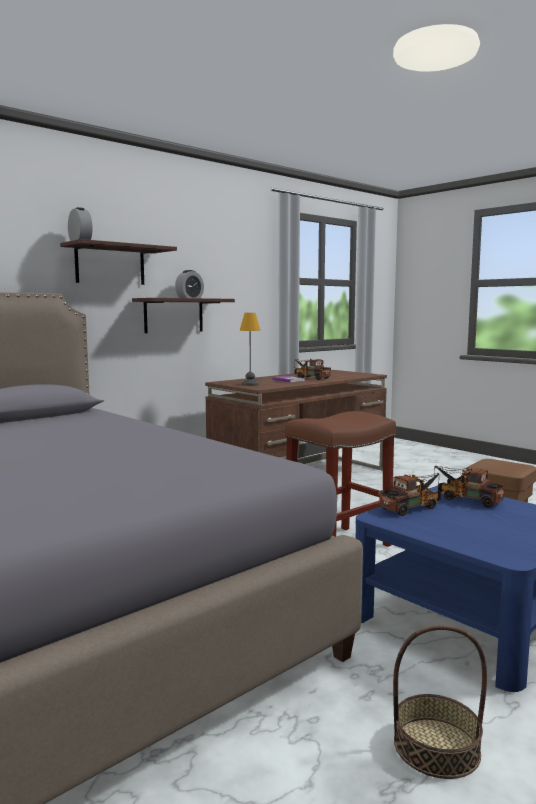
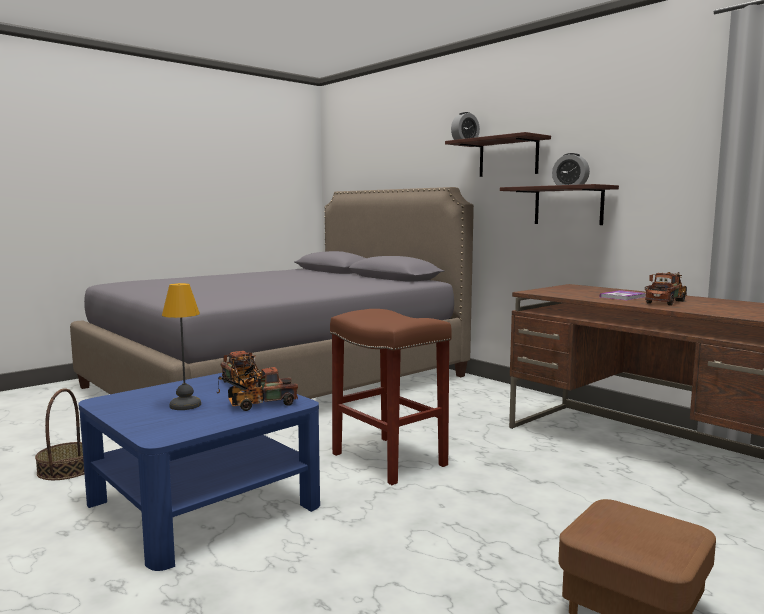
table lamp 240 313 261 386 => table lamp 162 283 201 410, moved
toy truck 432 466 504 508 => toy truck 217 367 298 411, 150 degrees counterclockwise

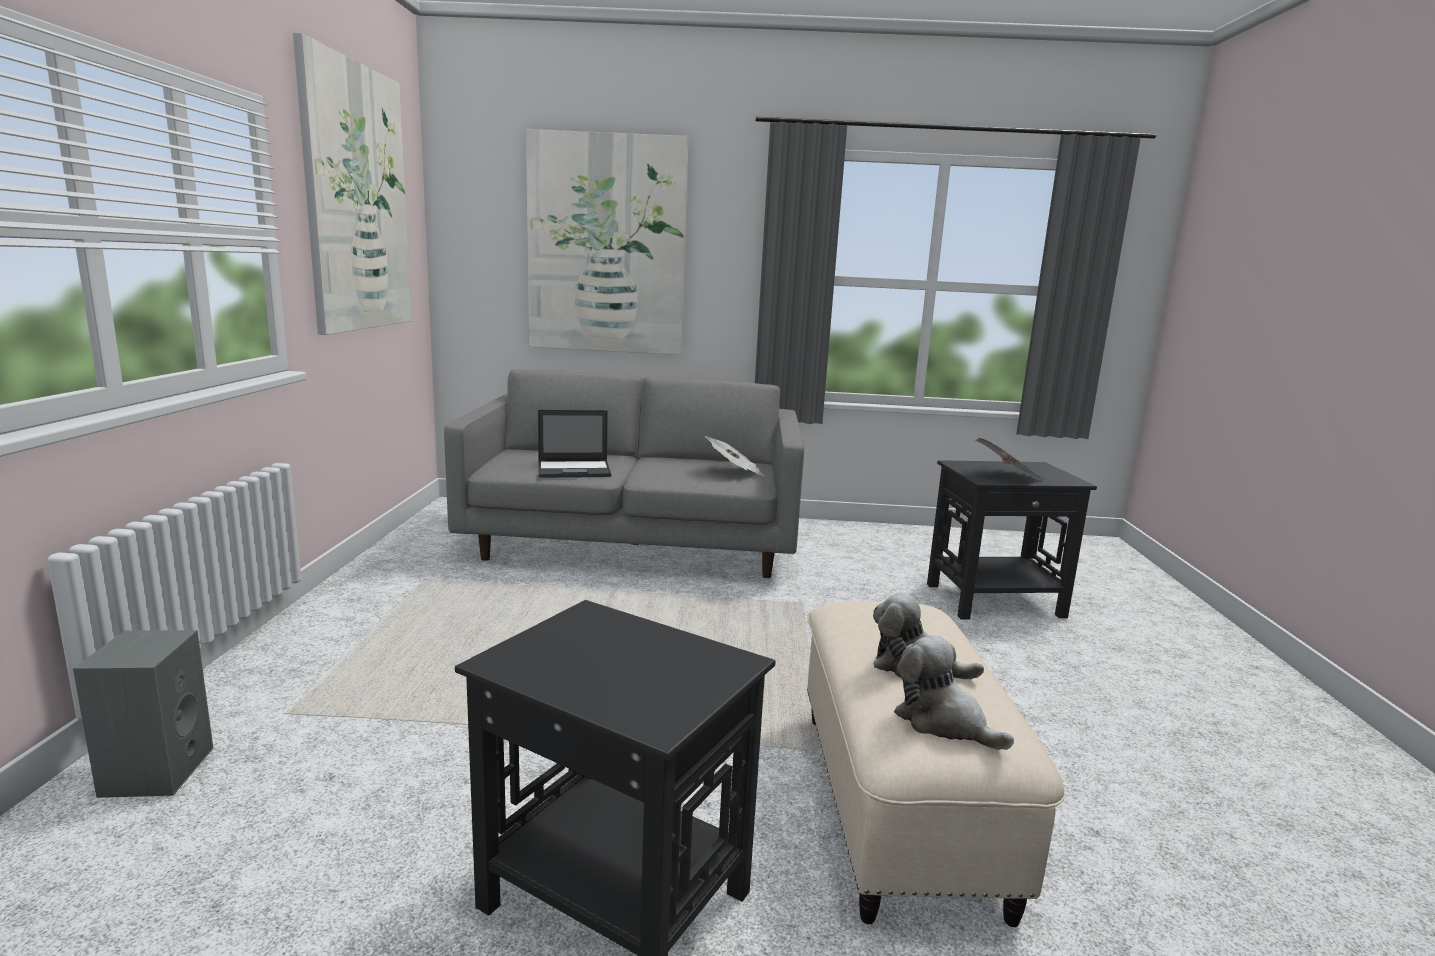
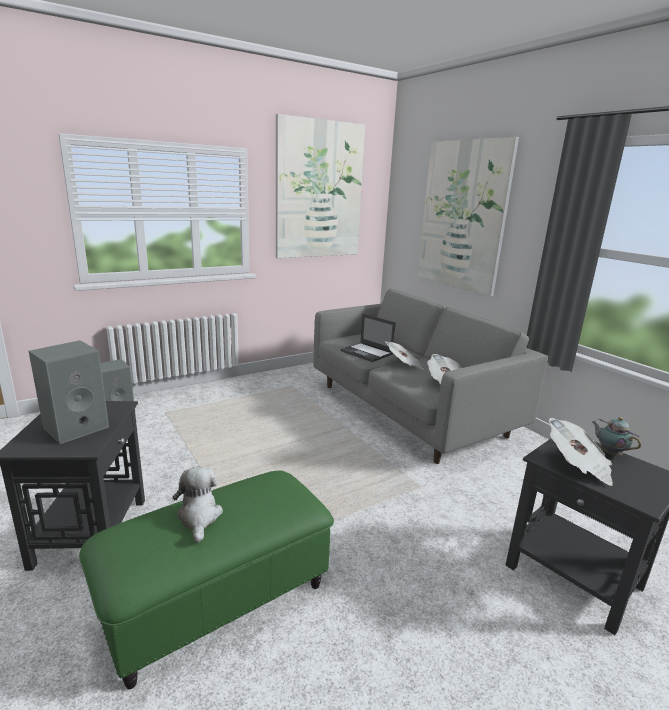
ottoman in beige 807 601 1065 927 => ottoman in green 79 471 334 689
plush toy 894 636 1014 750 => nothing
nothing => speaker in grey 29 340 109 444
nothing => newspaper 385 341 424 370
nothing => teapot 592 417 641 456

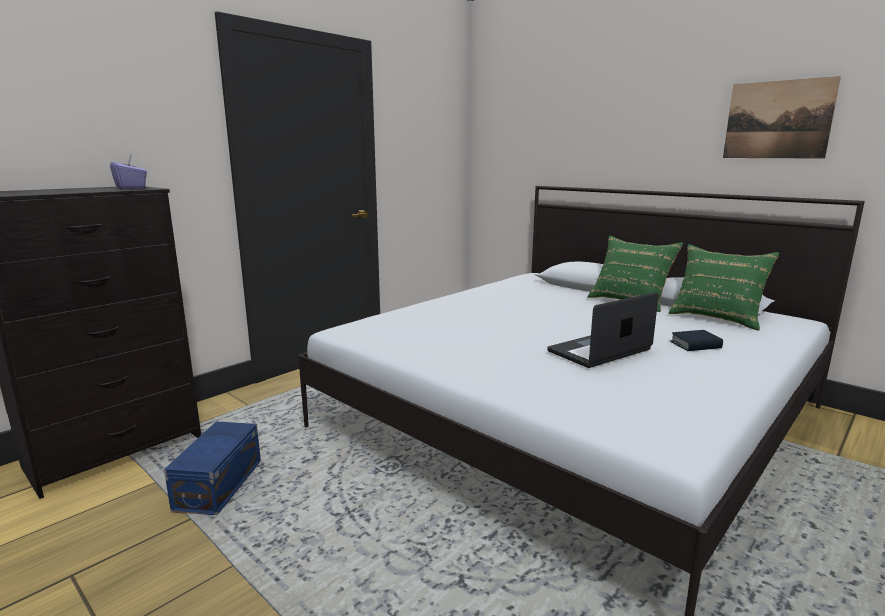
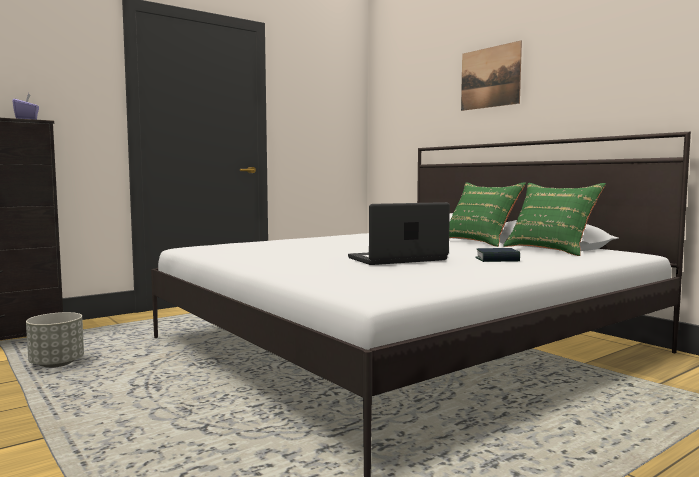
storage box in blue 164 422 261 515 => planter in grey 26 312 84 368
picture 723 76 841 159 => picture 461 40 522 111, moved

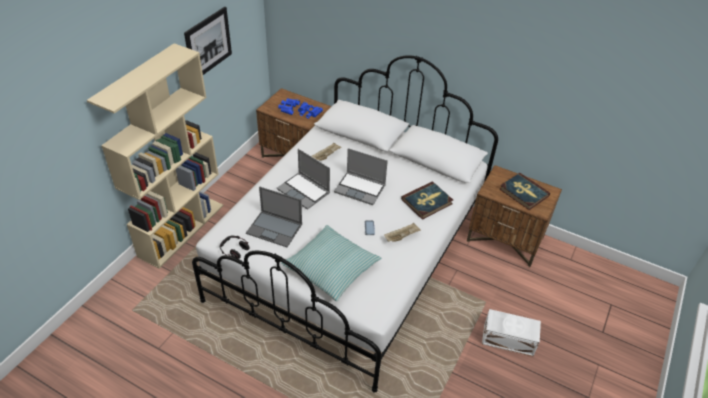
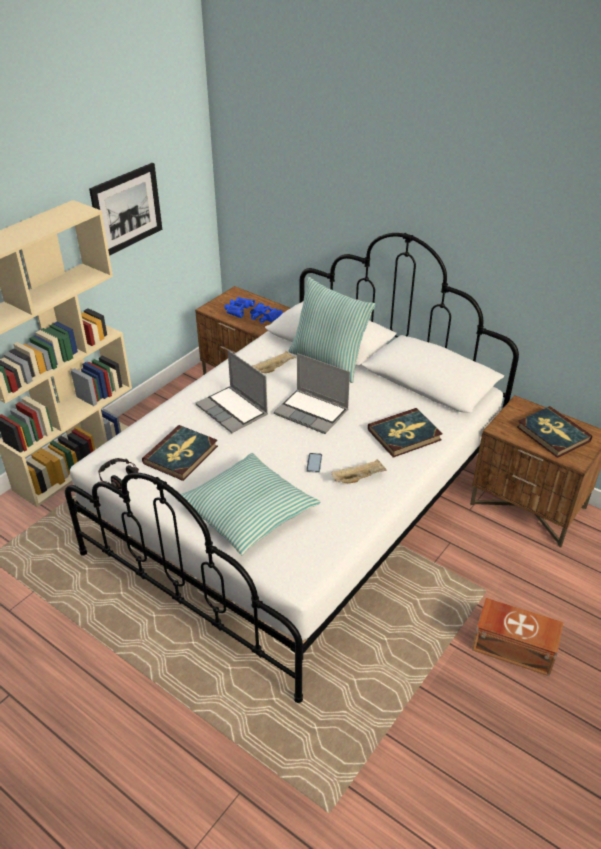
laptop 246 187 302 247 => book 142 425 218 481
storage box in white 482 309 541 356 => storage box in brown 472 598 564 676
nothing => pillow 288 277 376 383

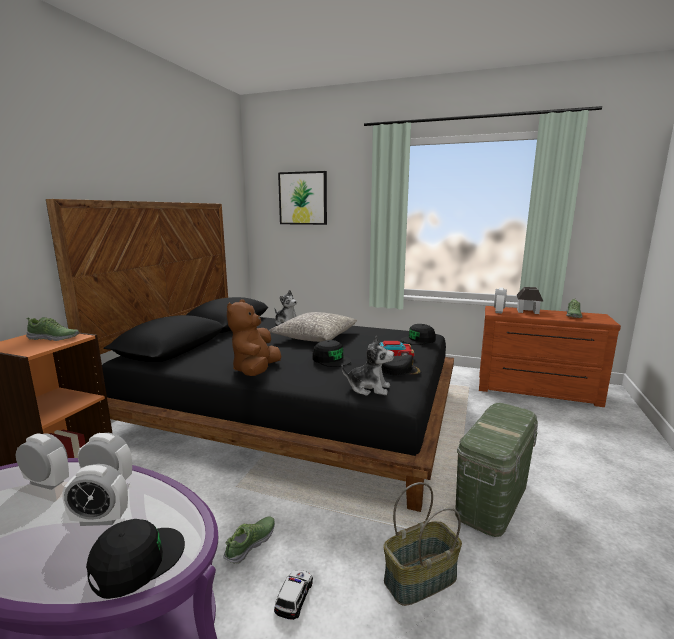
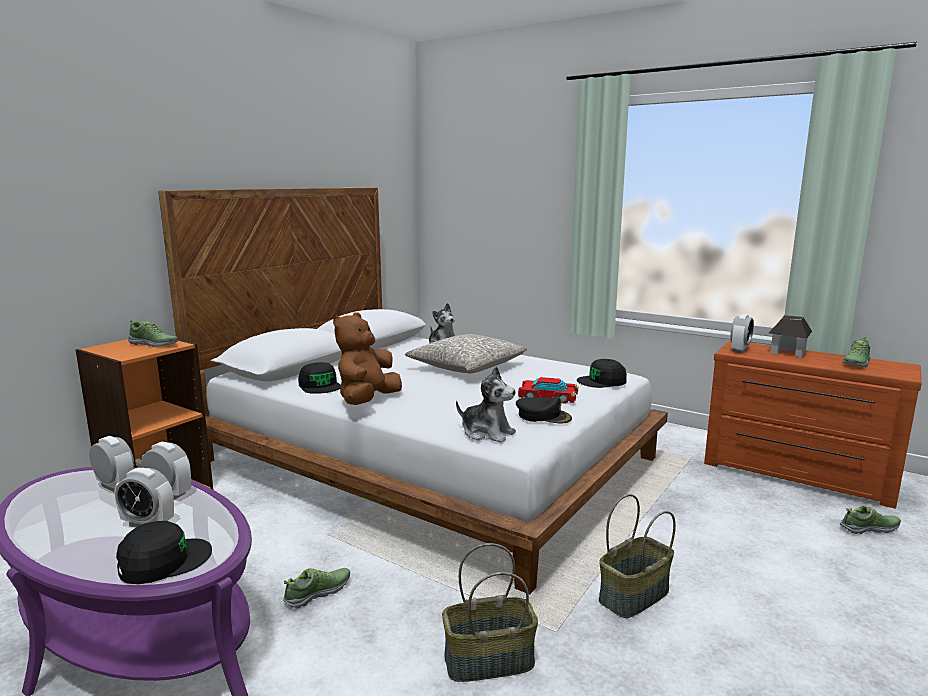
bed in black 46 199 454 512 => bed in white 158 187 668 594
toy car 274 570 313 620 => nothing
picture 278 171 327 225 => nothing
cap in black 312 340 351 367 => cap in black 298 362 341 394, moved
storage box in green 455 403 538 537 => basket 599 494 676 618
nothing => shoe 840 505 901 534

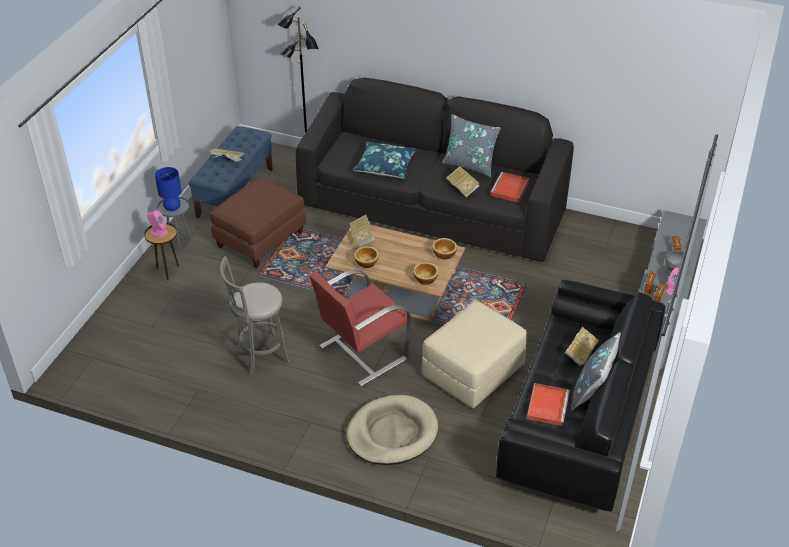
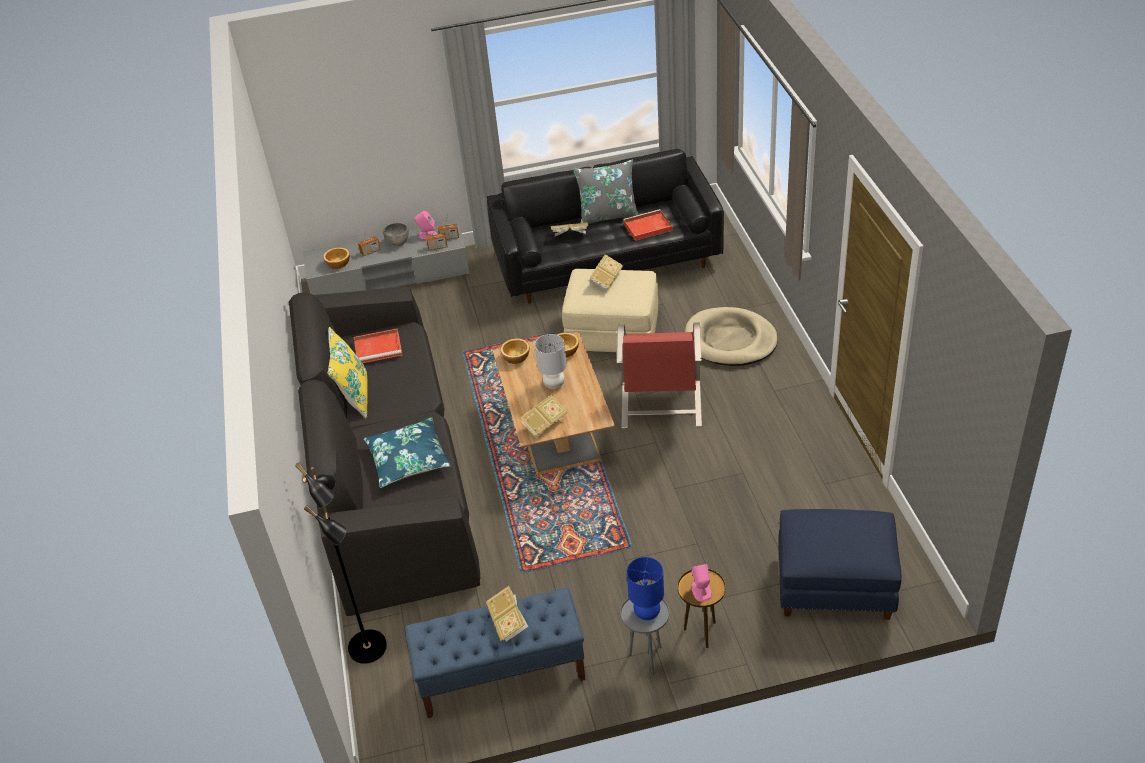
ottoman in brown 210 177 306 268 => nothing
stool in grey 220 256 290 375 => nothing
armchair in red 309 270 411 386 => armchair in red 617 322 702 429, 75 degrees clockwise
bowl 354 246 379 268 => bowl 323 247 350 269, moved
pillow in grey 442 114 501 177 => pillow in yellow 328 327 368 418
book 446 166 479 197 => book 589 254 623 291, moved
nothing => table lamp in grey 535 334 567 389
nothing => ottoman in blue 779 509 902 620

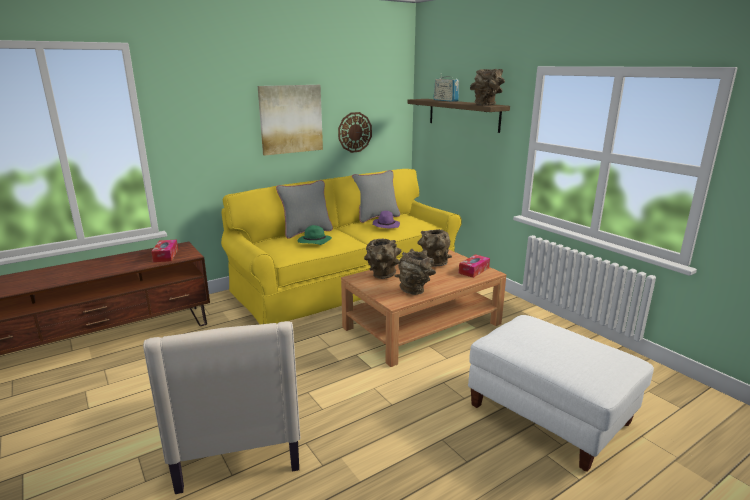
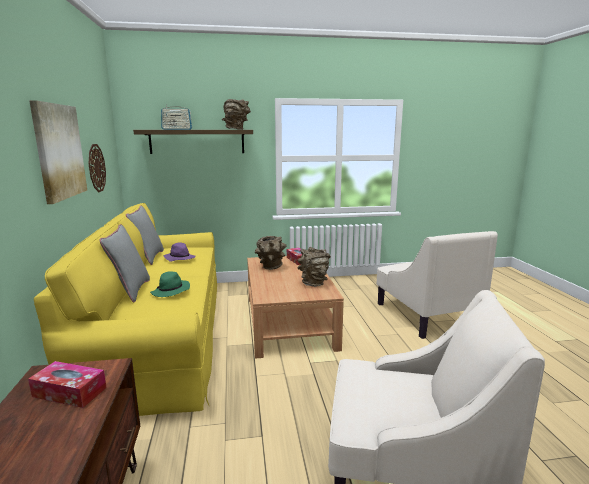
vase in brown 364 239 401 279 => nothing
ottoman in white 468 315 654 472 => armchair in beige 376 231 498 339

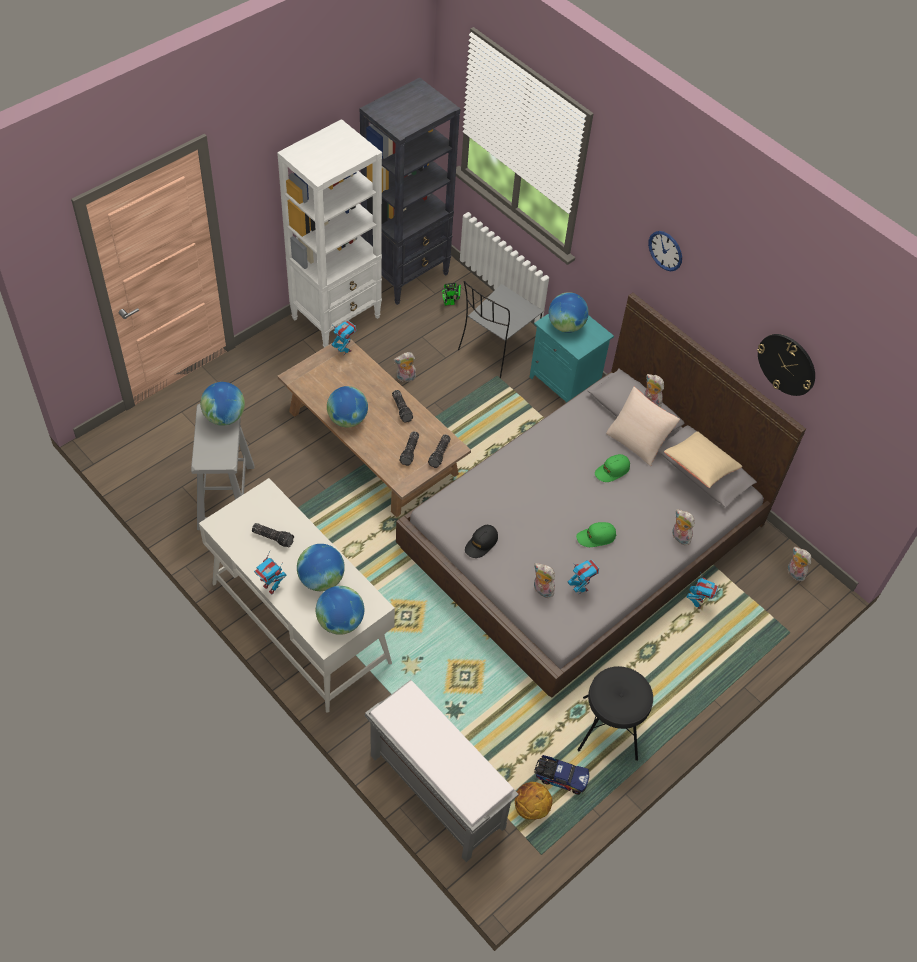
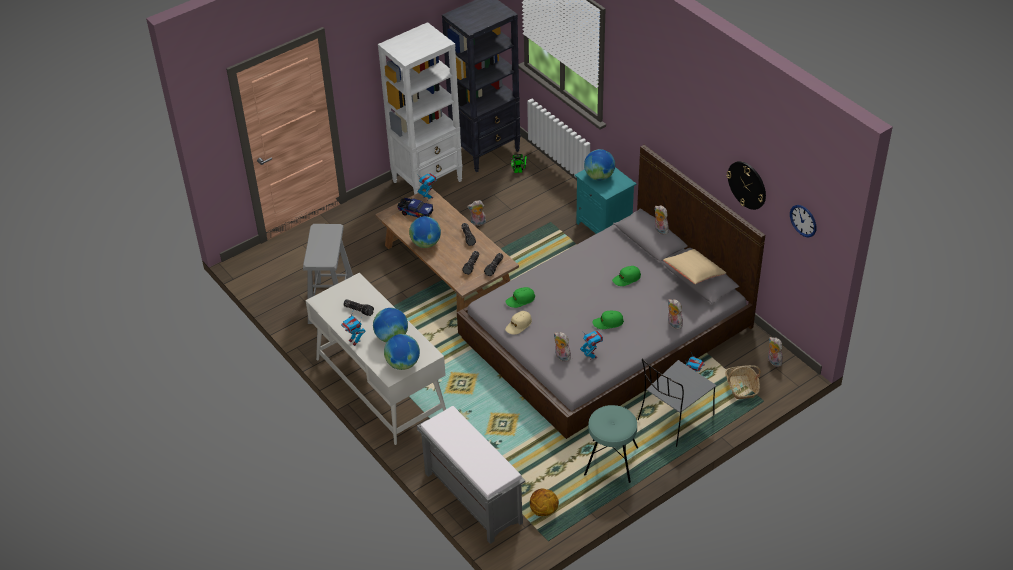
globe 200 382 245 426 => nothing
chair in grey 458 281 543 378 => chair in grey 638 359 716 447, moved
cap in black 465 525 498 558 => cap in beige 505 311 532 335
toy truck 534 755 589 795 => toy truck 398 198 433 218, moved
stool in black 577 666 653 761 => stool in turquoise 584 405 638 483
pillow in beige 606 387 680 466 => nothing
wall clock 648 231 682 271 => wall clock 790 205 816 237, moved
nothing => cap in green 505 287 535 308
nothing => basket 725 365 761 399

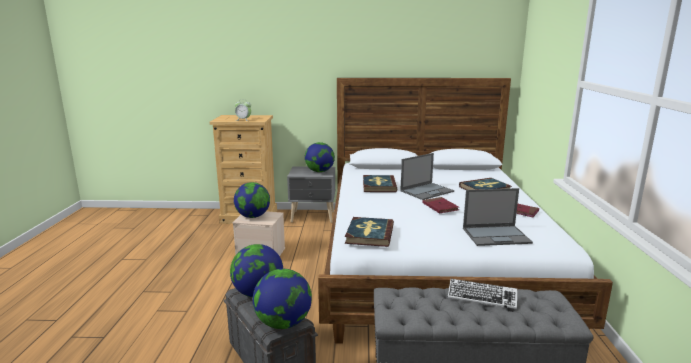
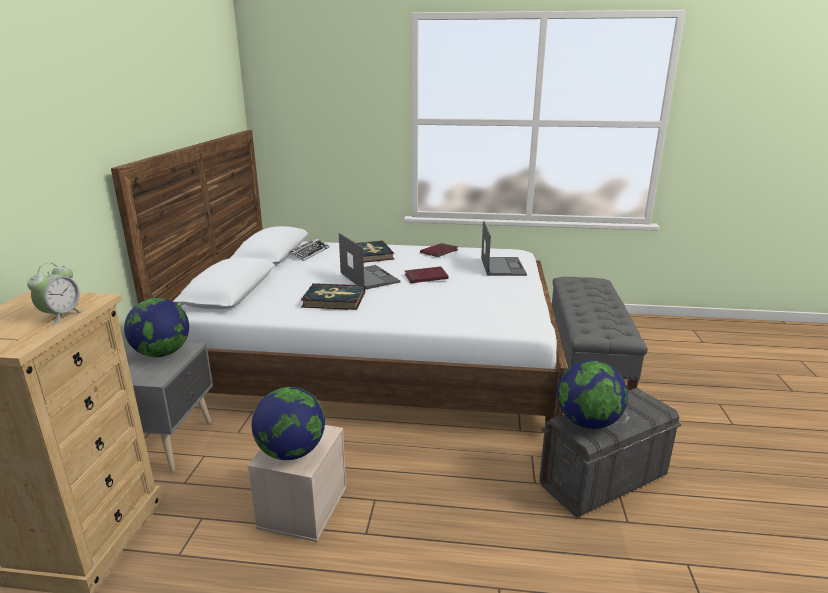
globe 253 269 312 329 => nothing
book 345 217 394 247 => nothing
keyboard 448 279 517 309 => keyboard 289 238 330 261, moved

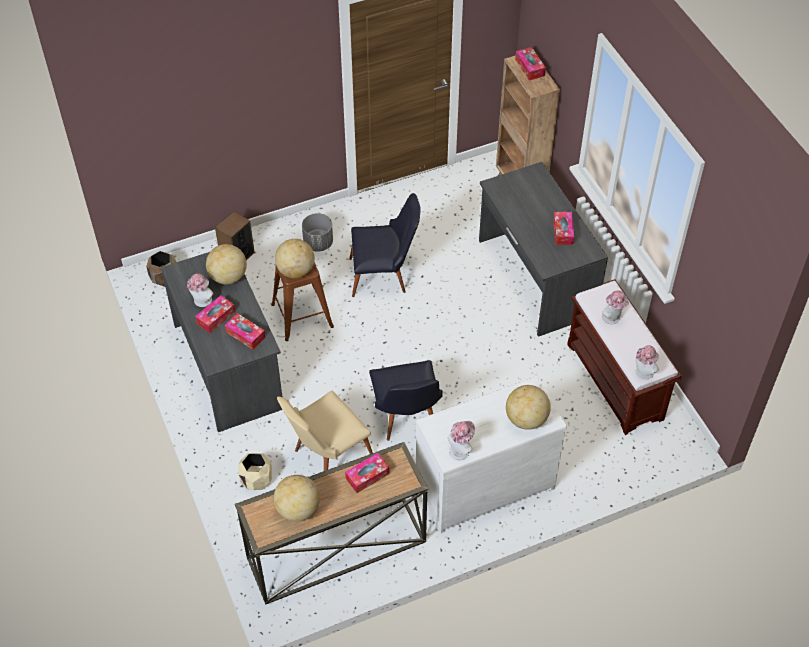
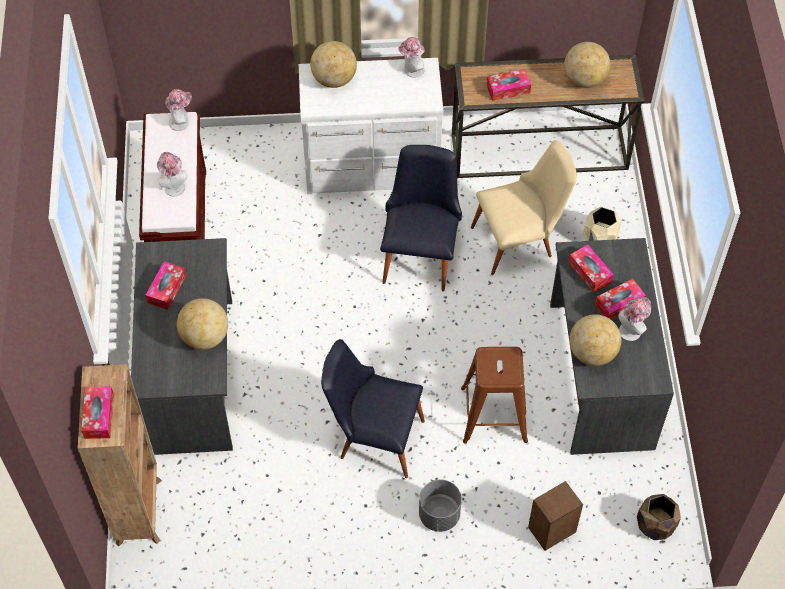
globe 275 239 315 278 => globe 177 298 228 350, moved

